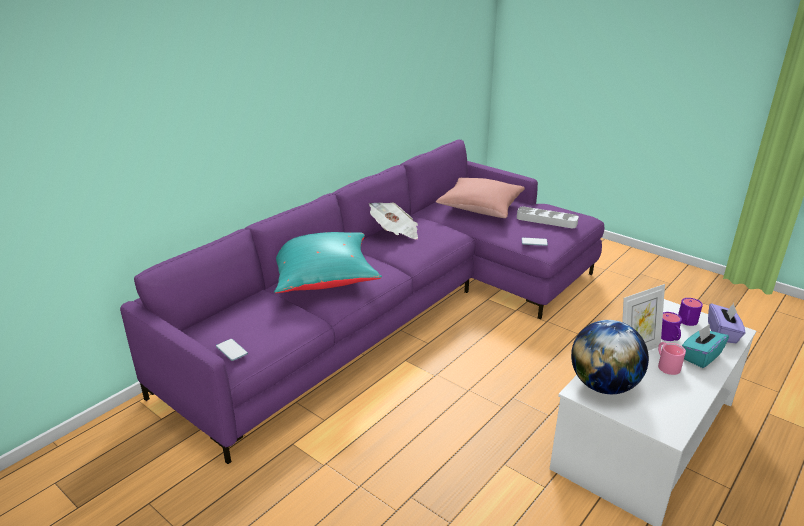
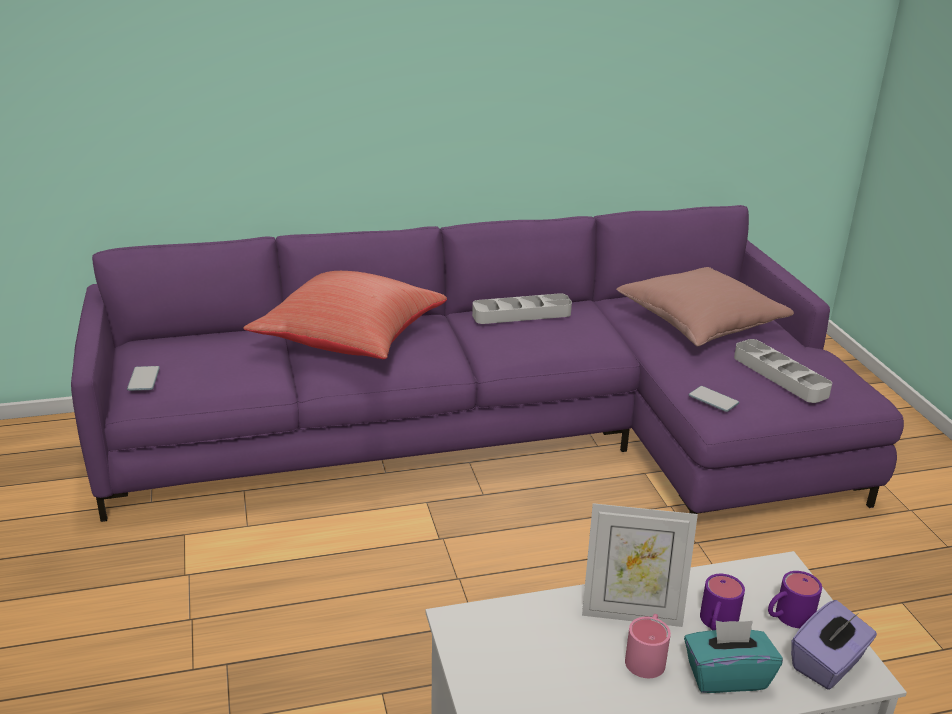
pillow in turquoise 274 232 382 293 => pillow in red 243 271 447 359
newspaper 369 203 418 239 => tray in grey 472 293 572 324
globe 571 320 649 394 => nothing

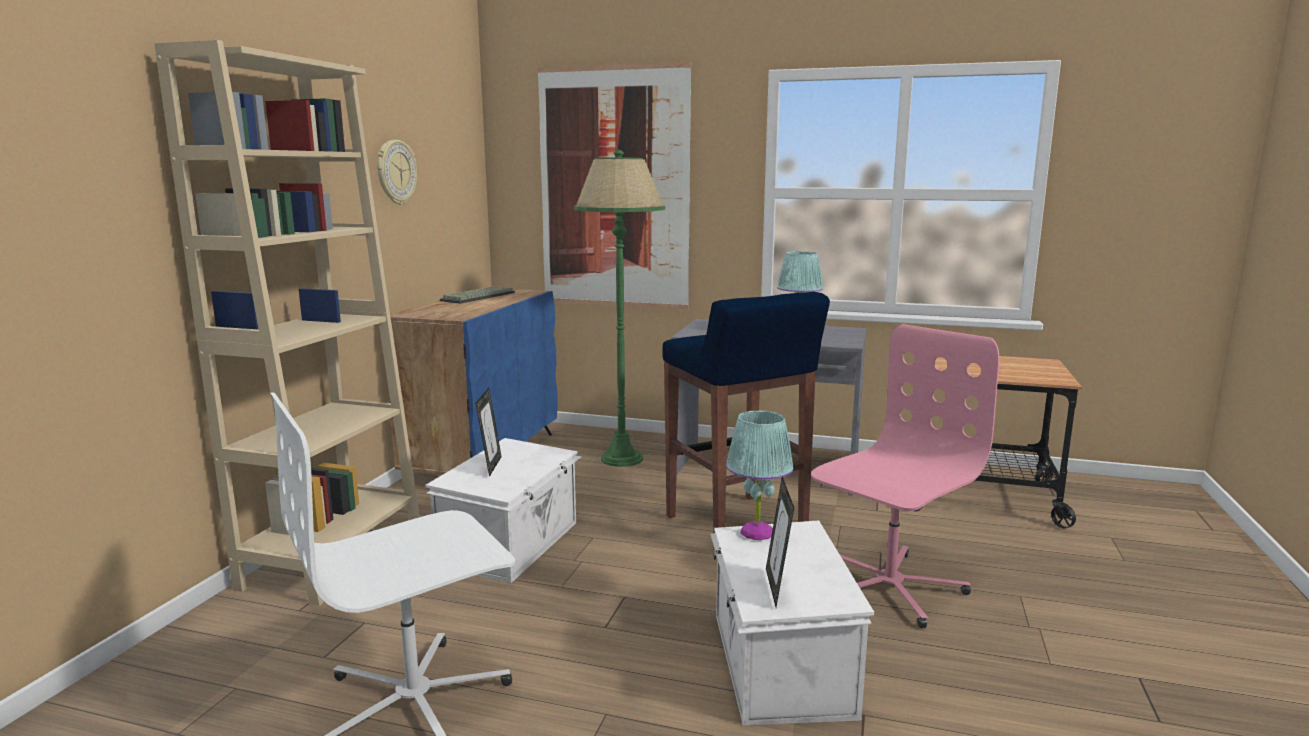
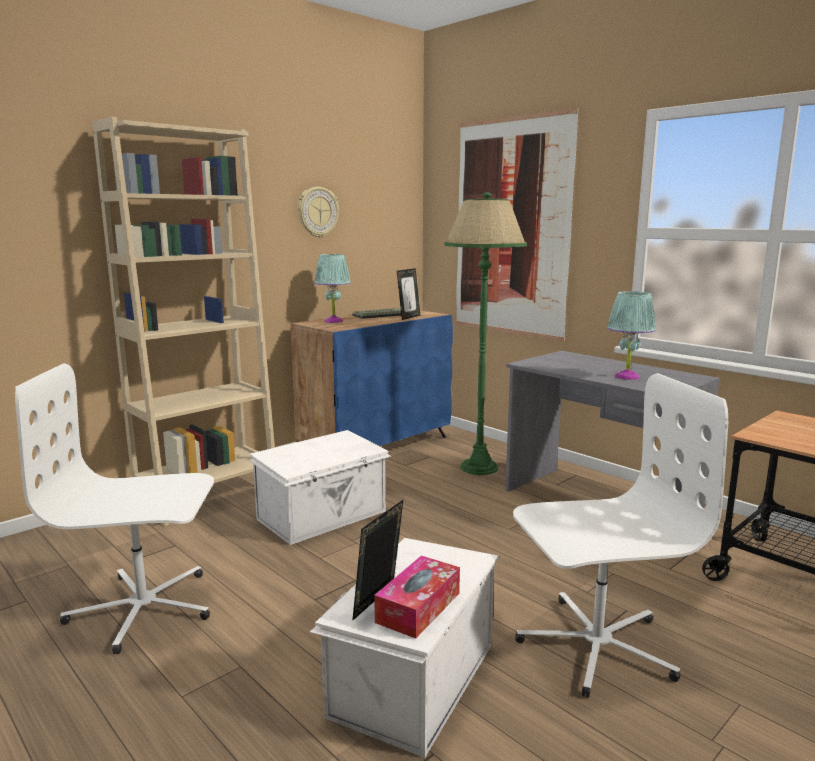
picture frame 476 388 502 477 => picture frame 397 268 420 320, moved
stool in blue 662 292 830 552 => nothing
table lamp in turquoise 726 410 793 540 => table lamp in turquoise 314 254 351 323, moved
office chair in pink 811 324 999 628 => office chair in white 513 373 728 698
nothing => tissue box 374 556 460 639

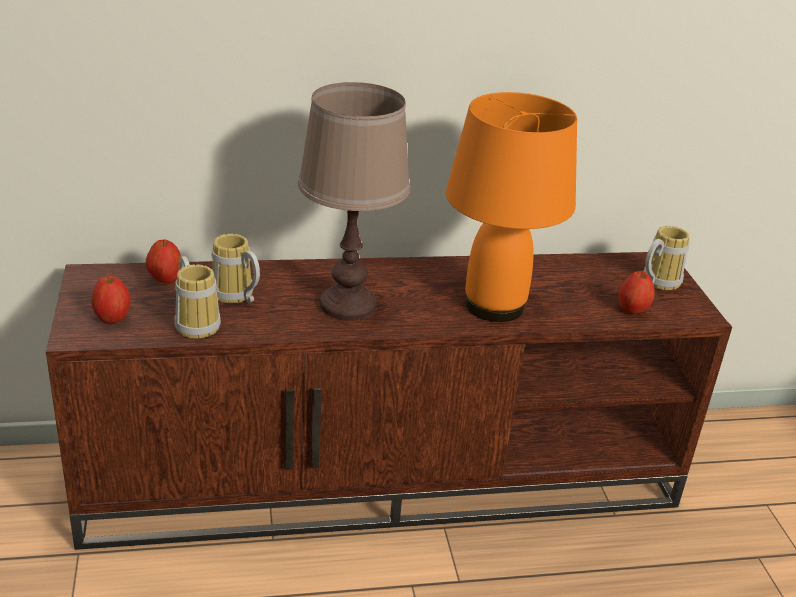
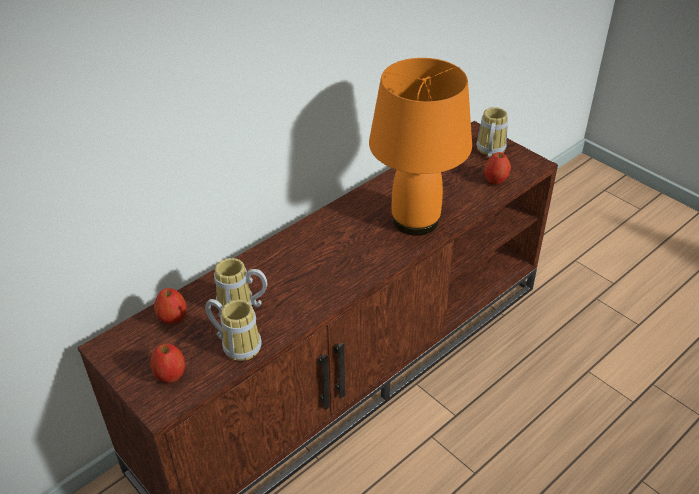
table lamp in brown 298 82 410 321 => nothing

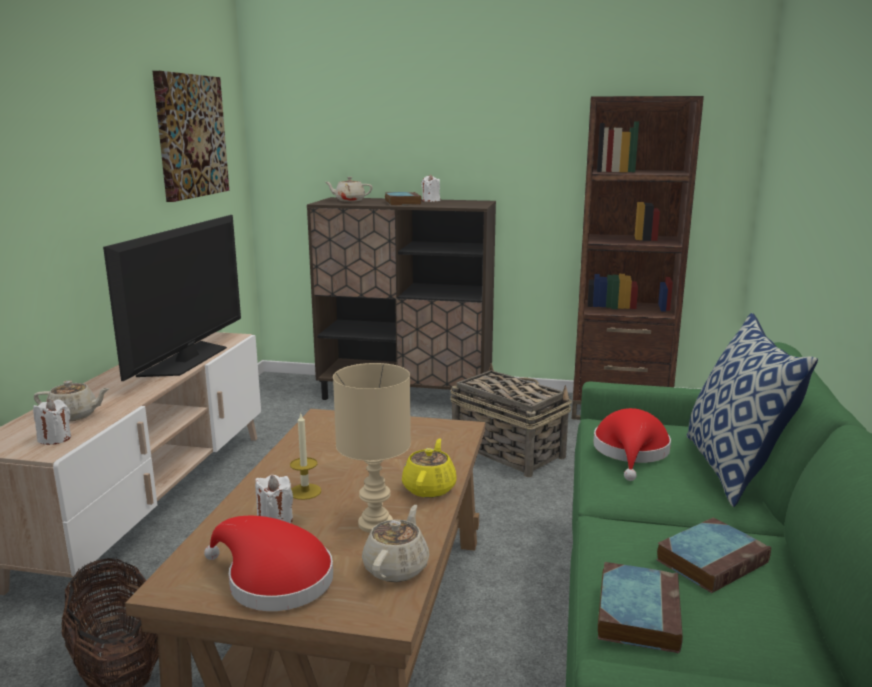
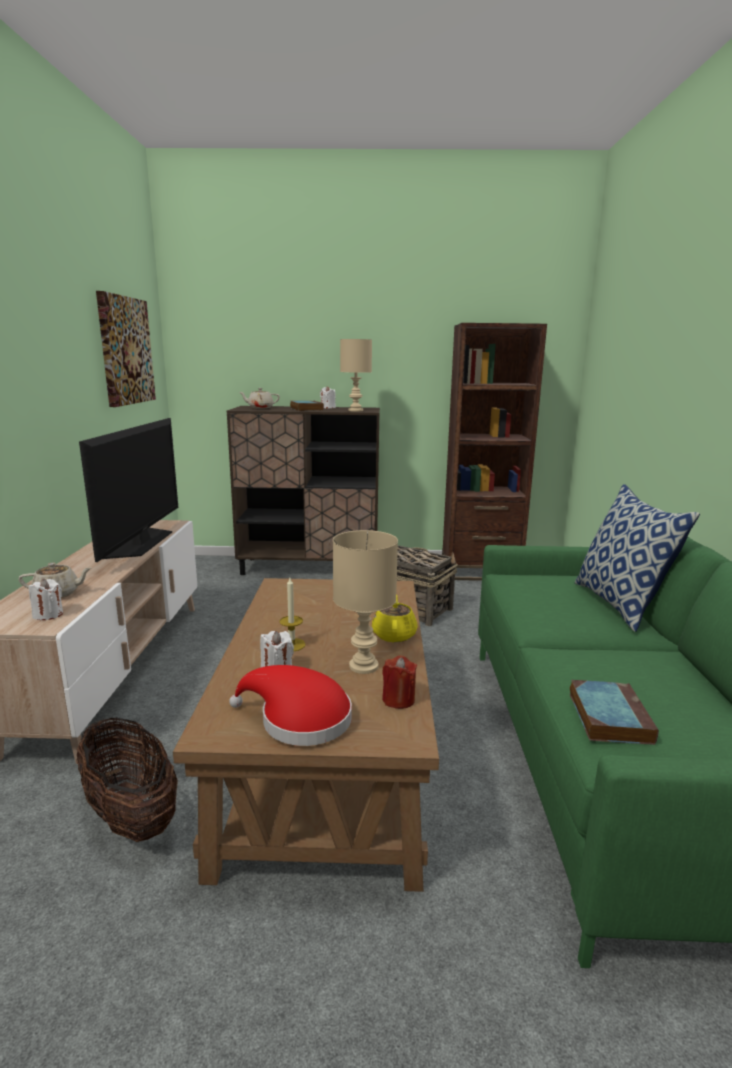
teapot in beige 362 505 430 582 => candle in red 382 655 417 709
hat in red 594 408 671 481 => nothing
book 656 518 771 593 => nothing
nothing => table lamp in beige 340 339 372 411

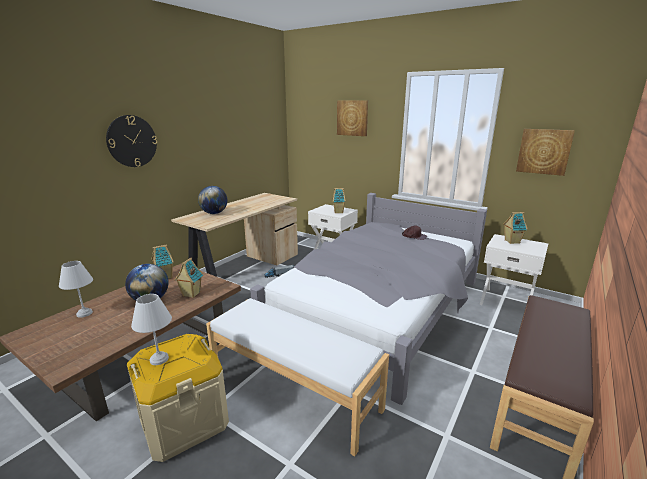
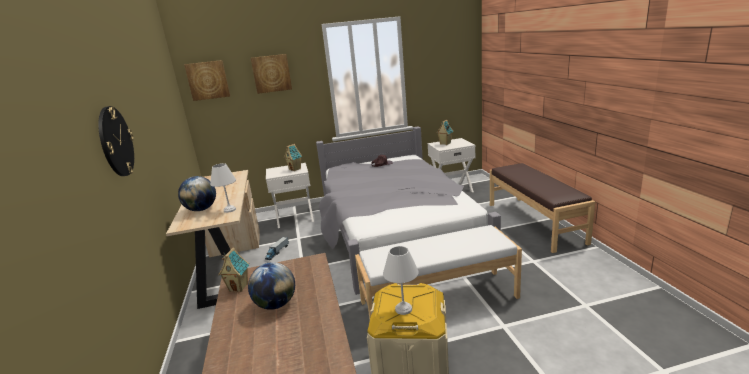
table lamp in white 59 261 93 318 => table lamp in white 210 163 236 213, moved
toy house 175 258 203 298 => nothing
picture 516 129 575 176 => picture 184 60 230 101, moved

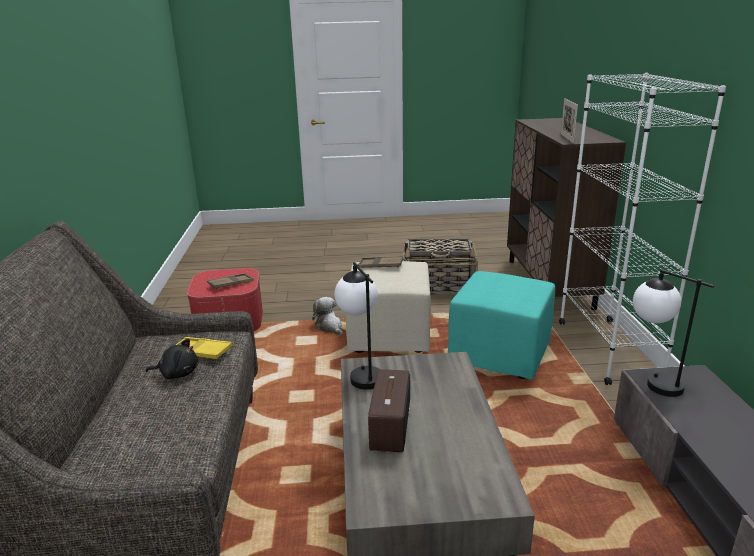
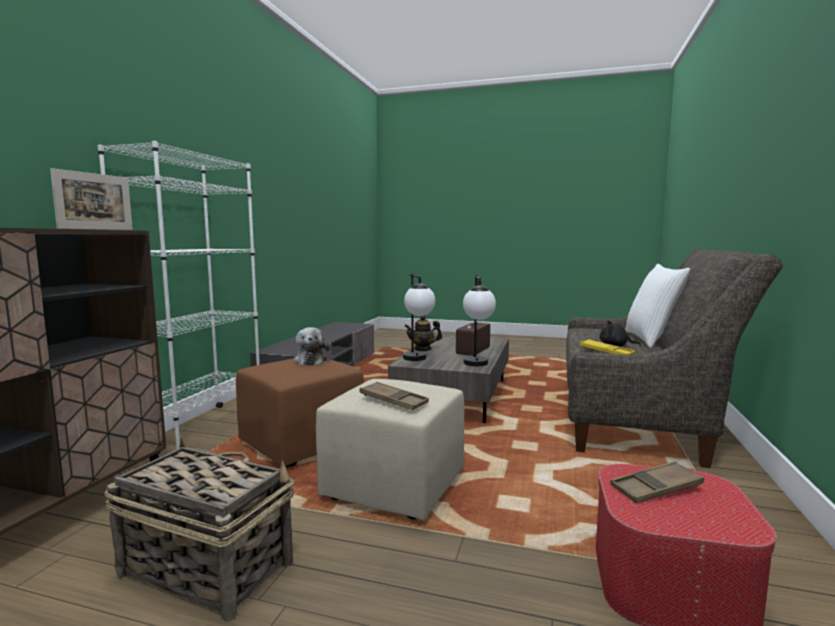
plush toy 312 297 343 336 => plush toy 293 327 330 365, moved
ottoman in turquoise 448 271 555 380 => ottoman in brown 236 358 364 467
table lamp 633 269 714 397 => table lamp 403 274 435 361, moved
nothing => teapot 404 316 442 351
nothing => pillow in white 625 264 690 348

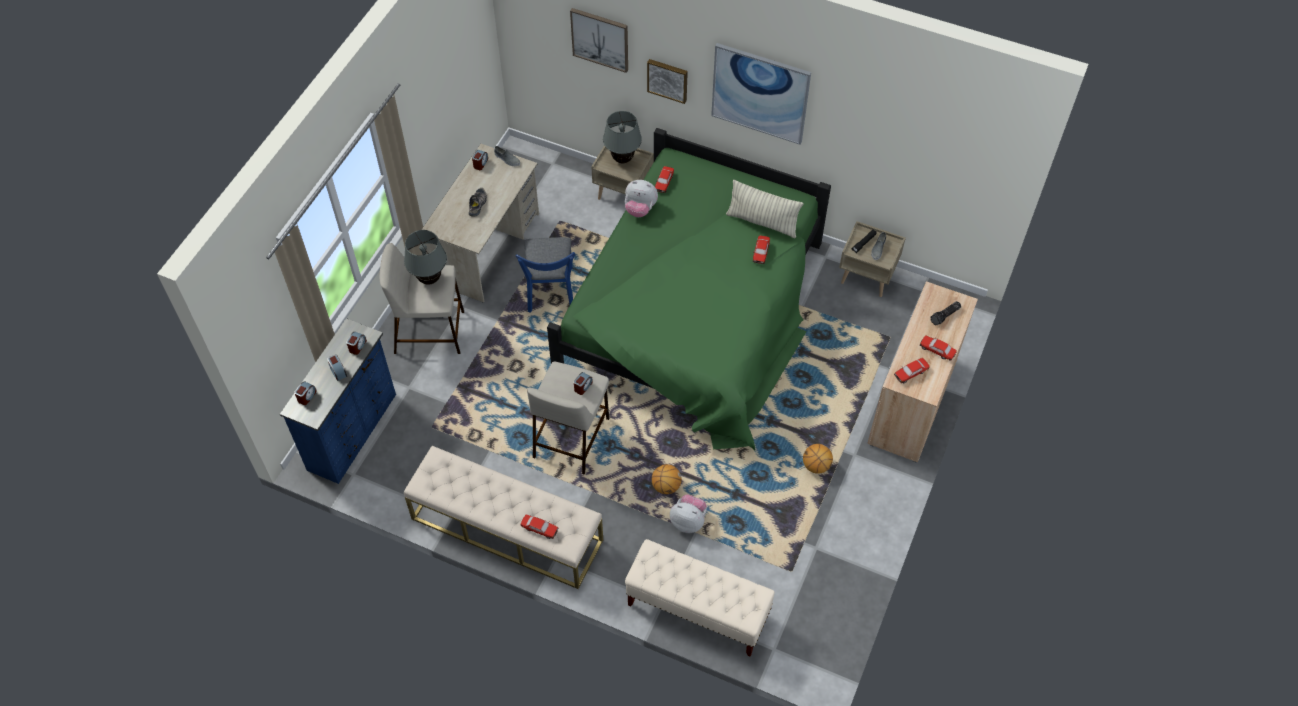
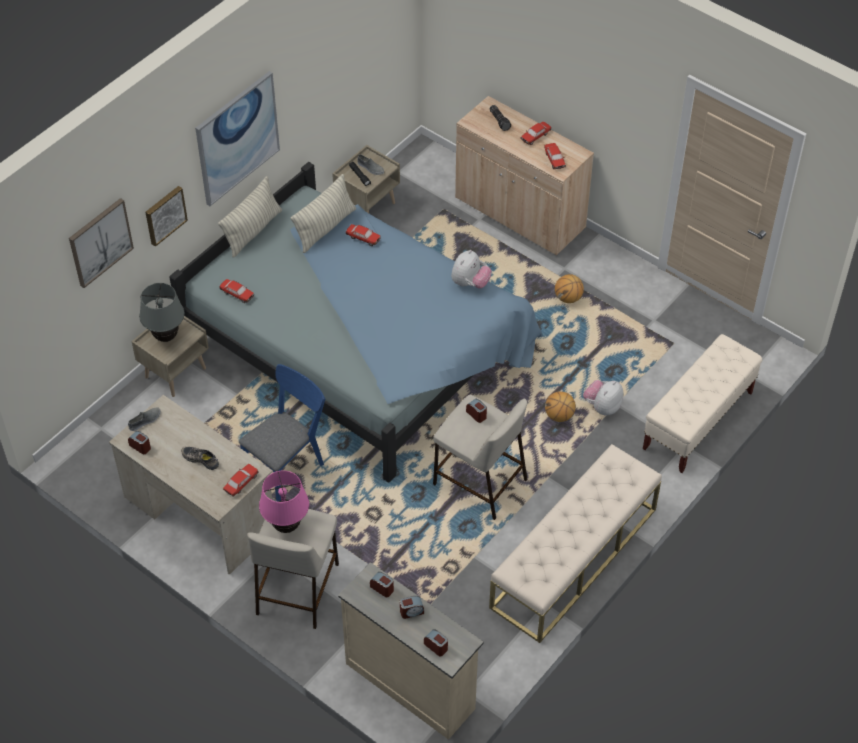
dresser in blue 280 318 396 484 => dresser in beige 338 562 484 740
table lamp in grey 404 230 447 285 => table lamp in pink 259 471 309 533
chair in blue 516 237 575 313 => chair in blue 239 364 325 501, 60 degrees counterclockwise
toy car 520 515 558 539 => toy car 223 464 259 497, moved
bed in green 547 128 831 450 => bed in blue 169 162 543 483
plush toy 625 180 658 217 => plush toy 451 250 492 288, moved
nothing => pillow 218 176 282 258

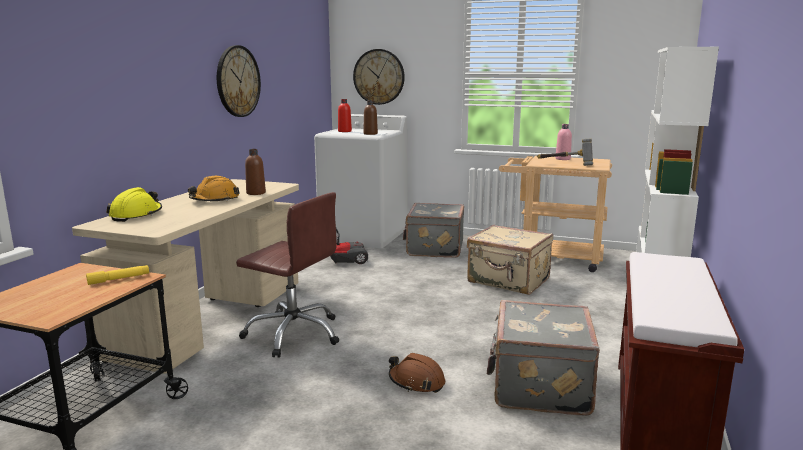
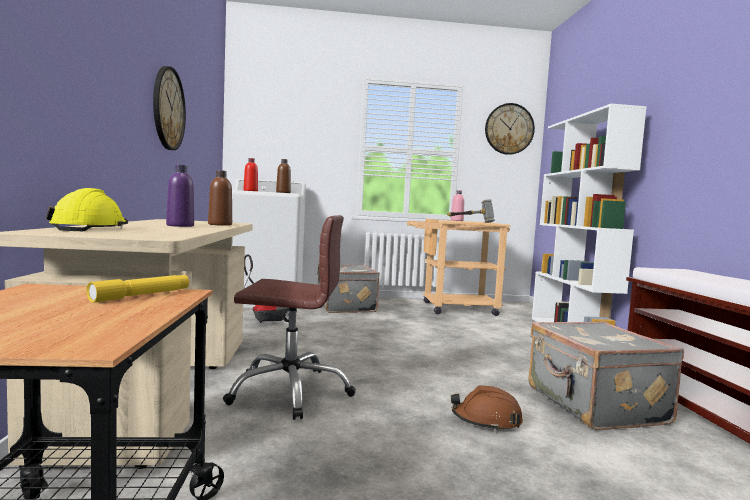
hard hat in orange 188 176 240 201 => bottle in purple 166 164 194 227
wall clock 353 49 405 105 => wall clock 485 103 535 155, moved
suitcase in beige 467 225 553 295 => nothing

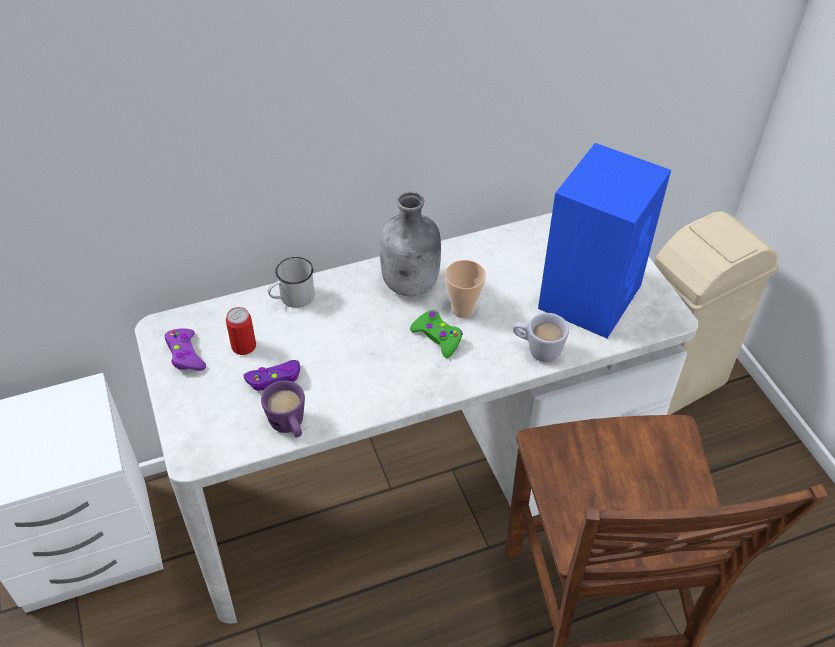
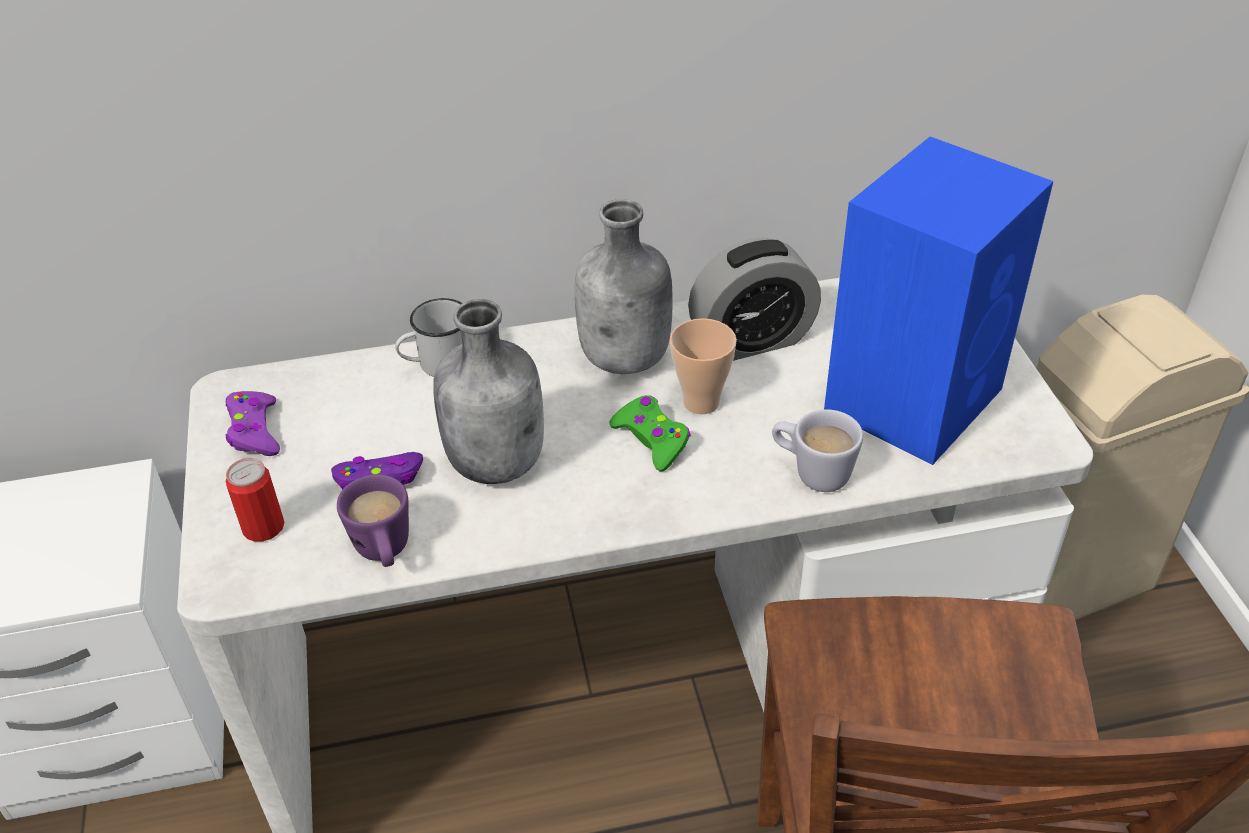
can 226 307 256 355 => can 226 458 285 541, moved
nothing => bottle in grey 433 299 544 484
nothing => alarm clock 688 238 821 361

